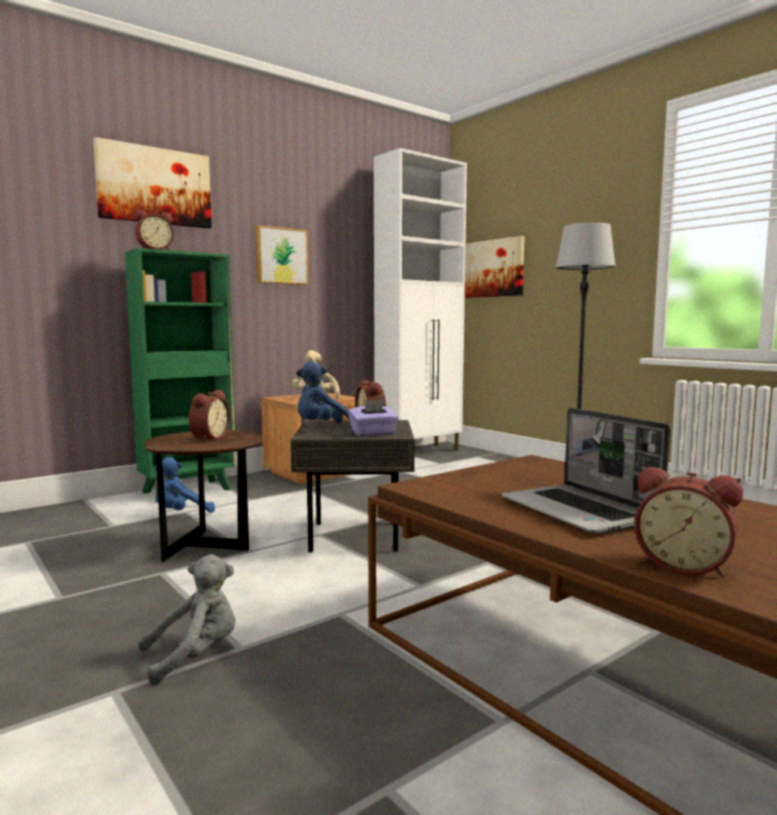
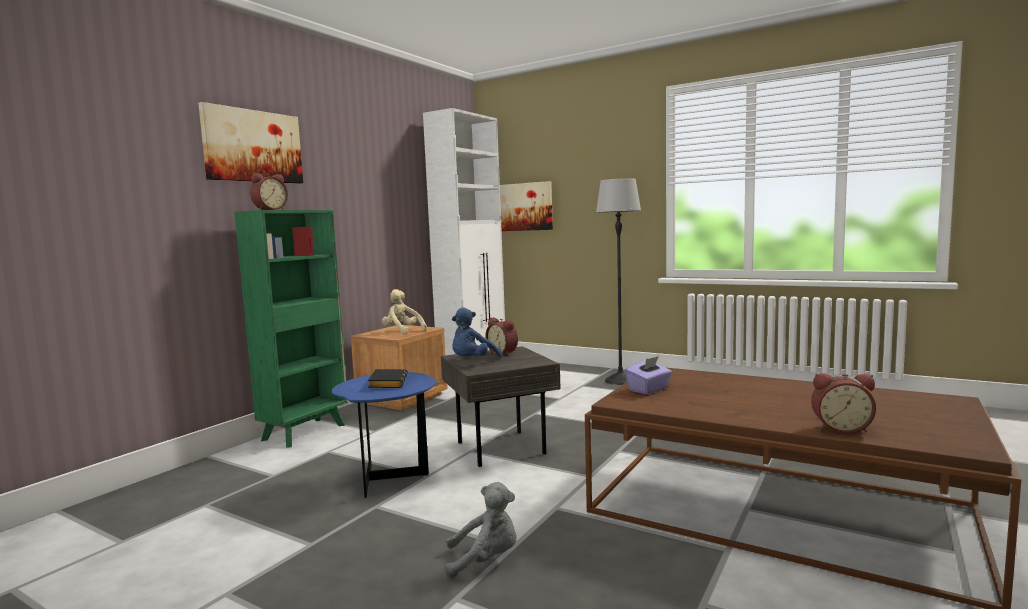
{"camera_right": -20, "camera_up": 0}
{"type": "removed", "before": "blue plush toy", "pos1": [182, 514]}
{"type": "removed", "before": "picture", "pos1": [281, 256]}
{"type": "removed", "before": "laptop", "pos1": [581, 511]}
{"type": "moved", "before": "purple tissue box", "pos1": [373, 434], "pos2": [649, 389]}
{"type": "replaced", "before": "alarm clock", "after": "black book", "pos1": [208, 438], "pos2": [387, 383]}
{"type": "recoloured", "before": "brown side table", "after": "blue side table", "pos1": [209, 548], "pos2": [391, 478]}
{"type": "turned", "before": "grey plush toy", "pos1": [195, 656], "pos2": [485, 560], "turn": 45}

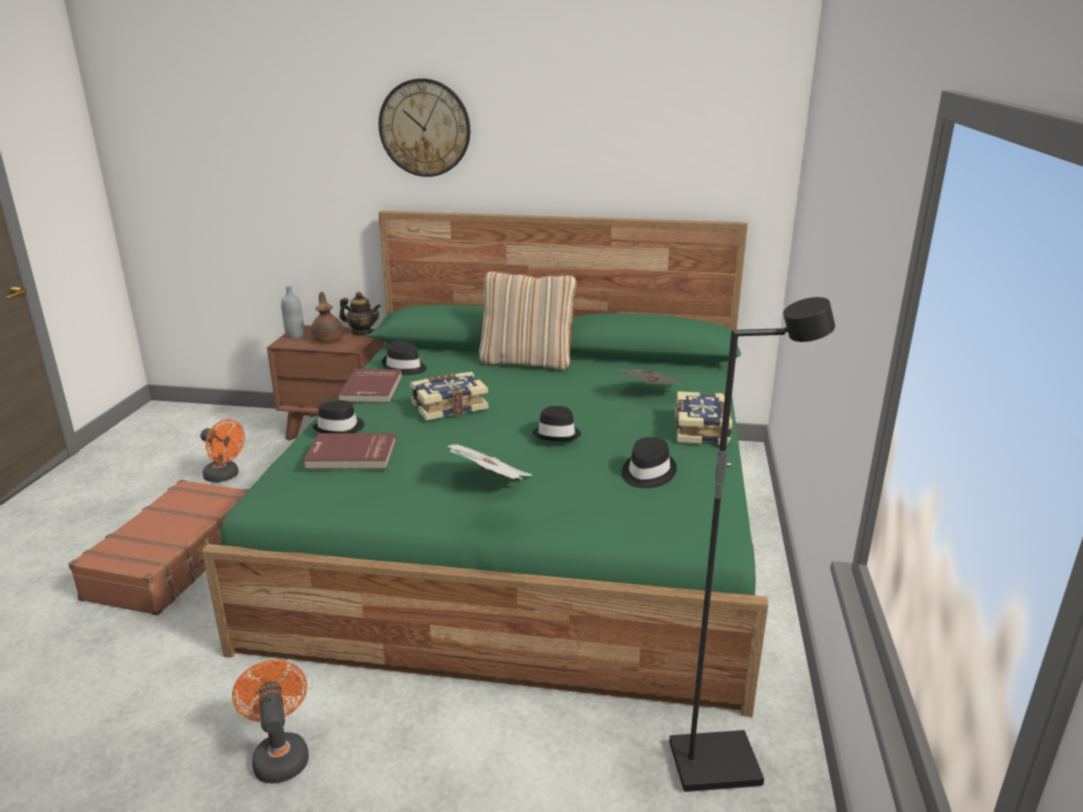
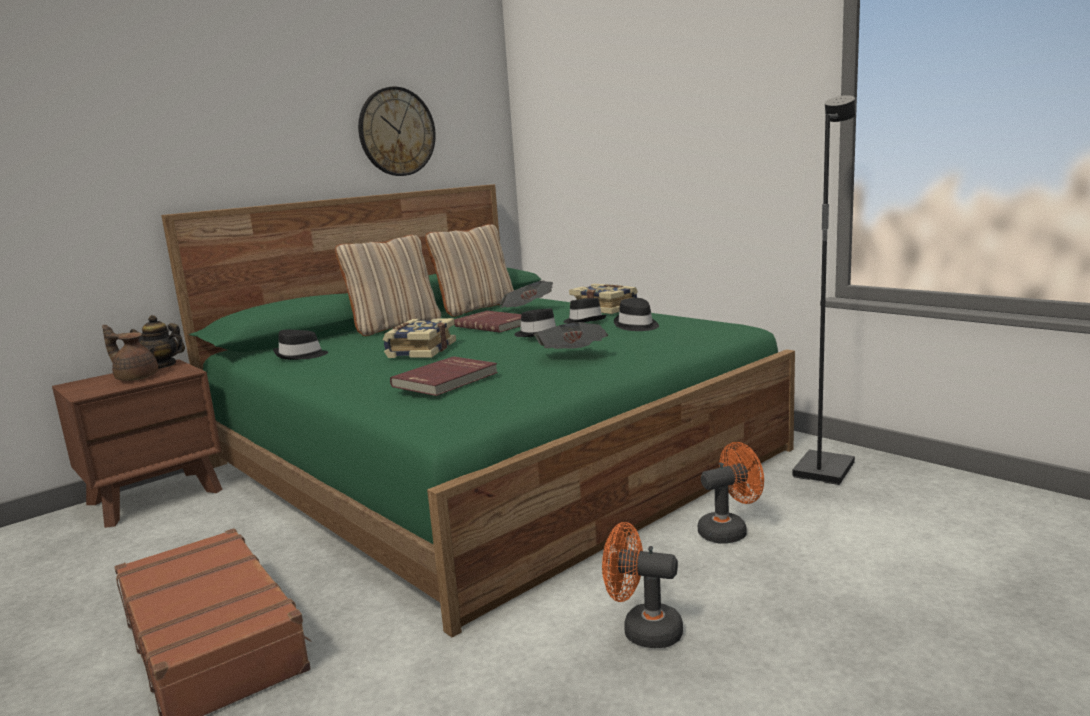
{"camera_right": -50, "camera_up": -10}
{"type": "removed", "before": "grey bottle", "pos1": [295, 335]}
{"type": "added", "after": "beige pillow", "pos2": [476, 308]}
{"type": "moved", "before": "orange fan", "pos1": [225, 476], "pos2": [729, 531]}
{"type": "moved", "before": "black hat", "pos1": [340, 428], "pos2": [584, 321]}
{"type": "moved", "before": "red book", "pos1": [373, 389], "pos2": [494, 324]}
{"type": "moved", "before": "wall clock", "pos1": [425, 128], "pos2": [397, 132]}
{"type": "turned", "before": "teapot", "pos1": [362, 332], "pos2": [162, 365], "turn": -135}

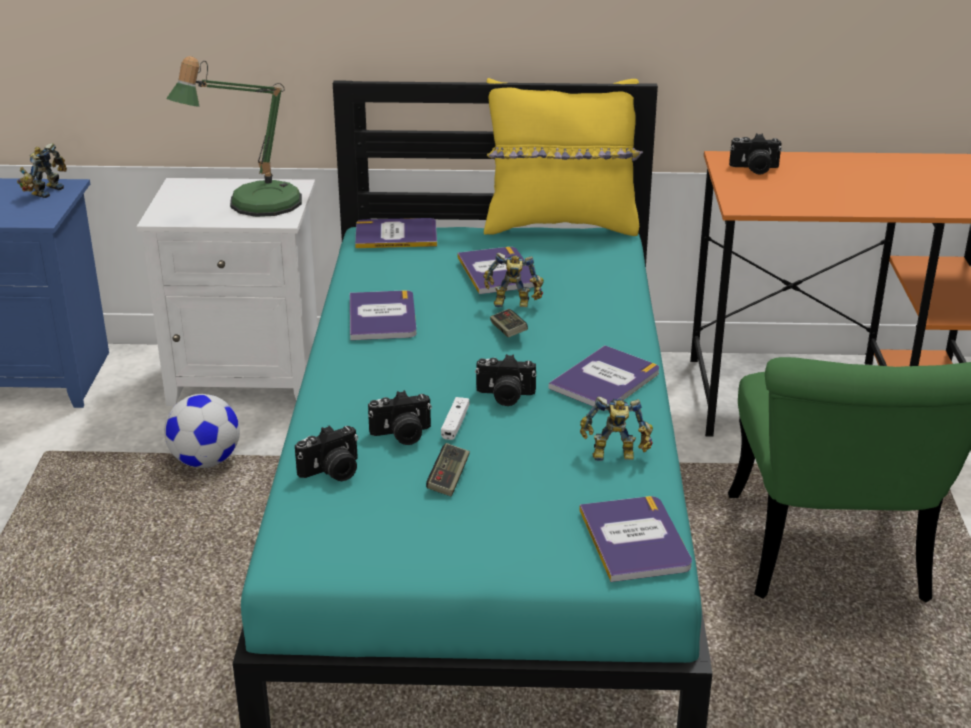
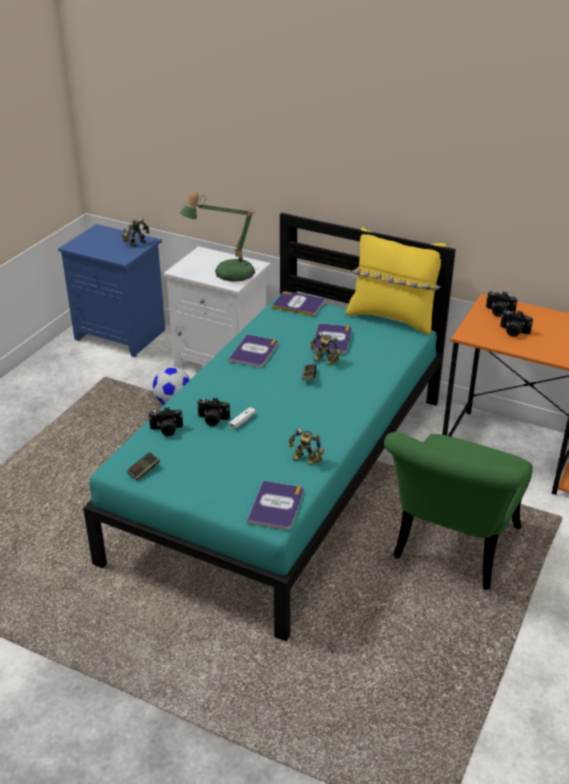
{"camera_right": 25, "camera_up": 5}
{"type": "removed", "before": "book", "pos1": [605, 380]}
{"type": "moved", "before": "game controller", "pos1": [448, 478], "pos2": [144, 471]}
{"type": "moved", "before": "photo camera", "pos1": [505, 396], "pos2": [513, 332]}

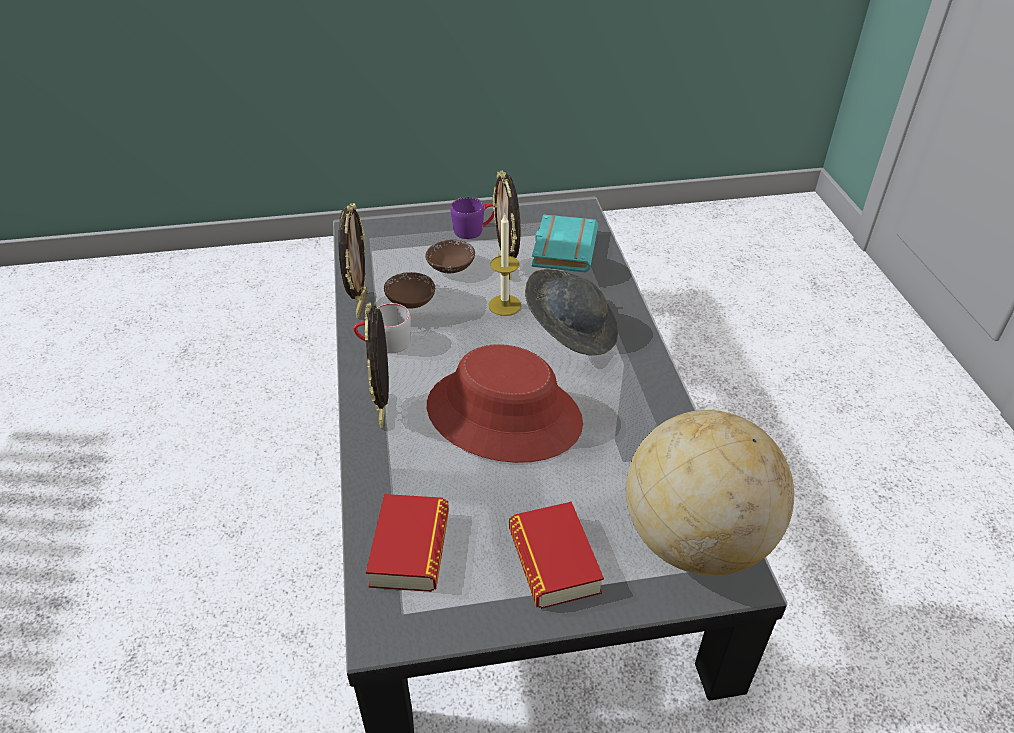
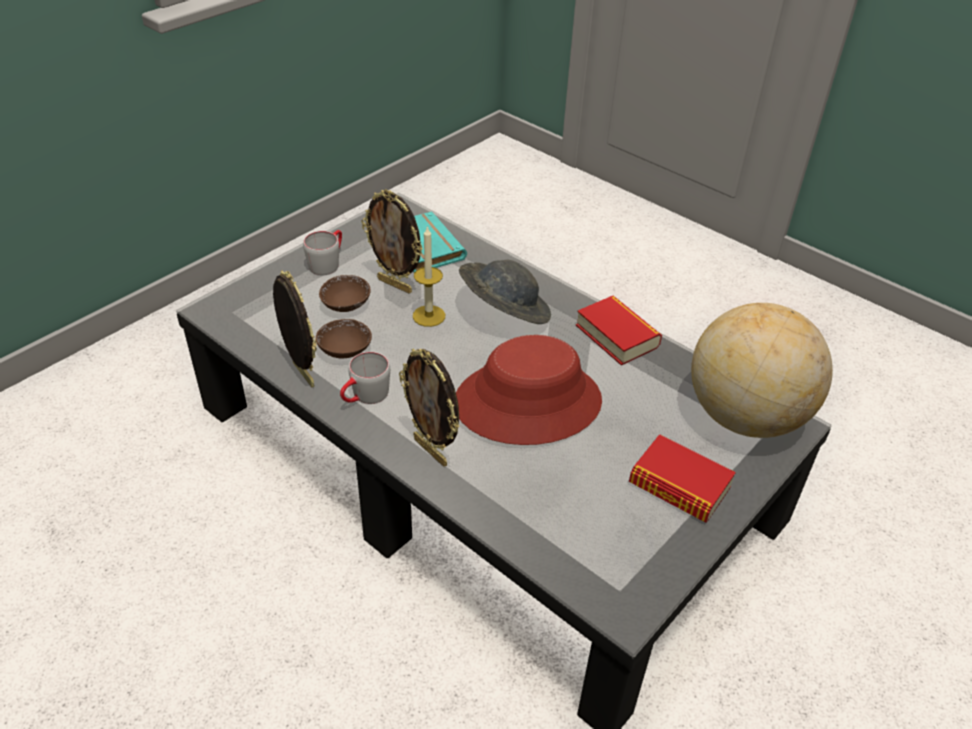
{"camera_right": -40, "camera_up": 0}
{"type": "moved", "before": "book", "pos1": [410, 549], "pos2": [617, 336]}
{"type": "recoloured", "before": "purple mug", "after": "grey mug", "pos1": [474, 229], "pos2": [327, 262]}

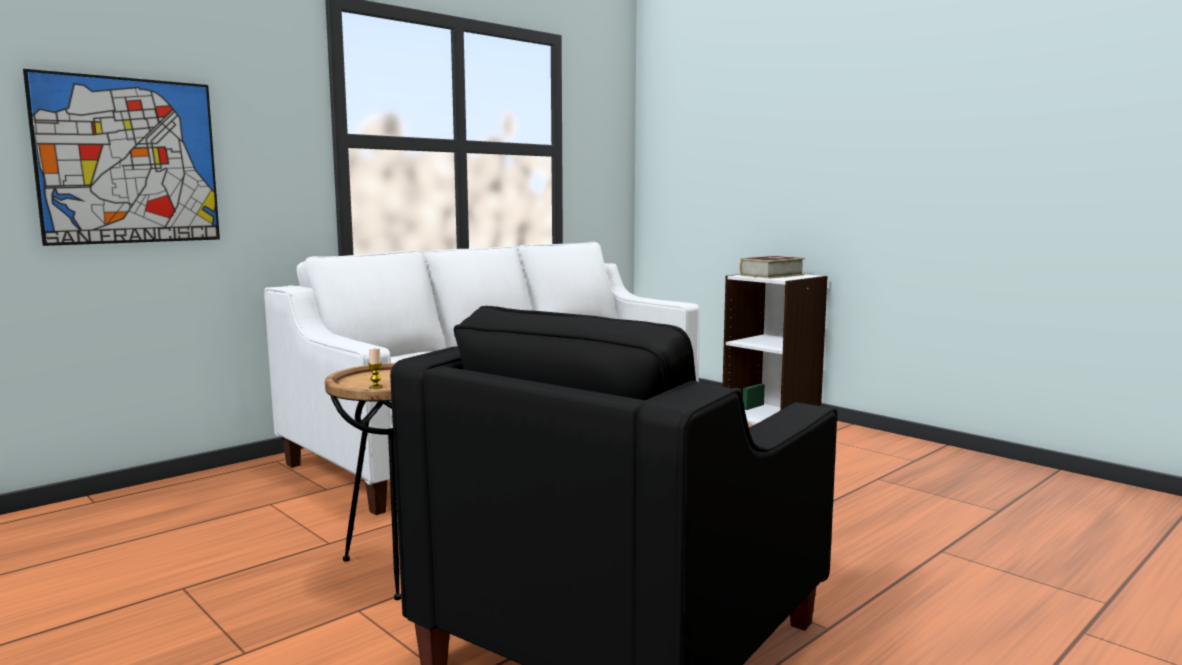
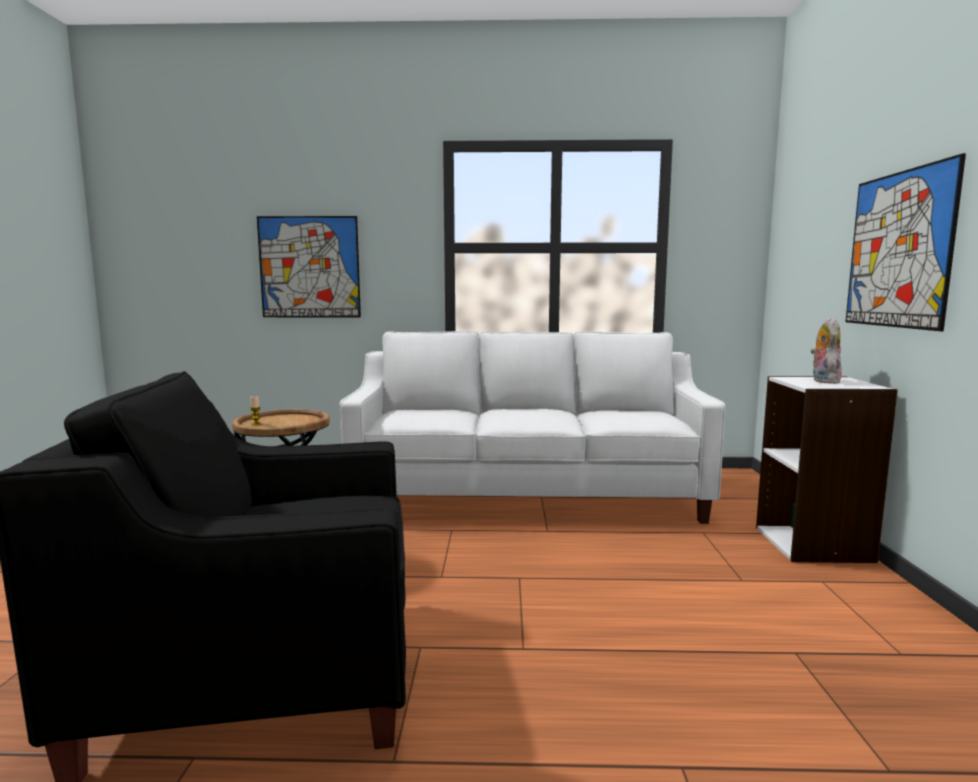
{"camera_right": 45, "camera_up": 0}
{"type": "added", "after": "picture", "pos2": [898, 250]}
{"type": "replaced", "before": "book", "after": "plush toy", "pos1": [771, 275], "pos2": [823, 381]}

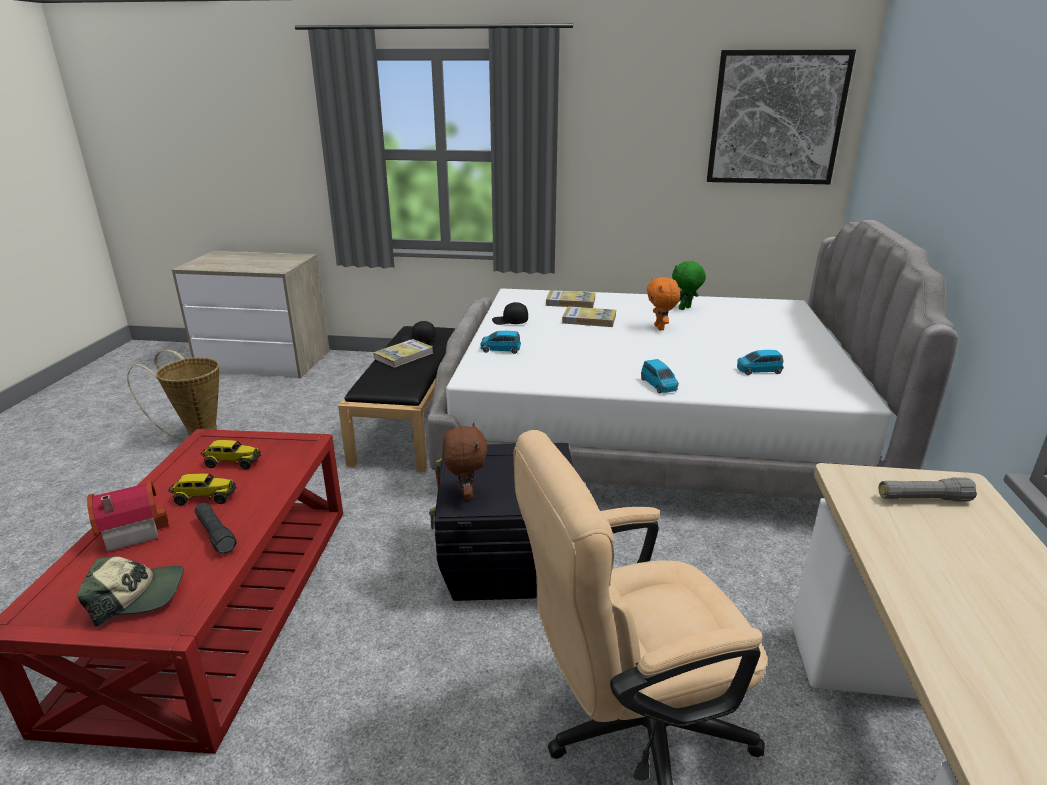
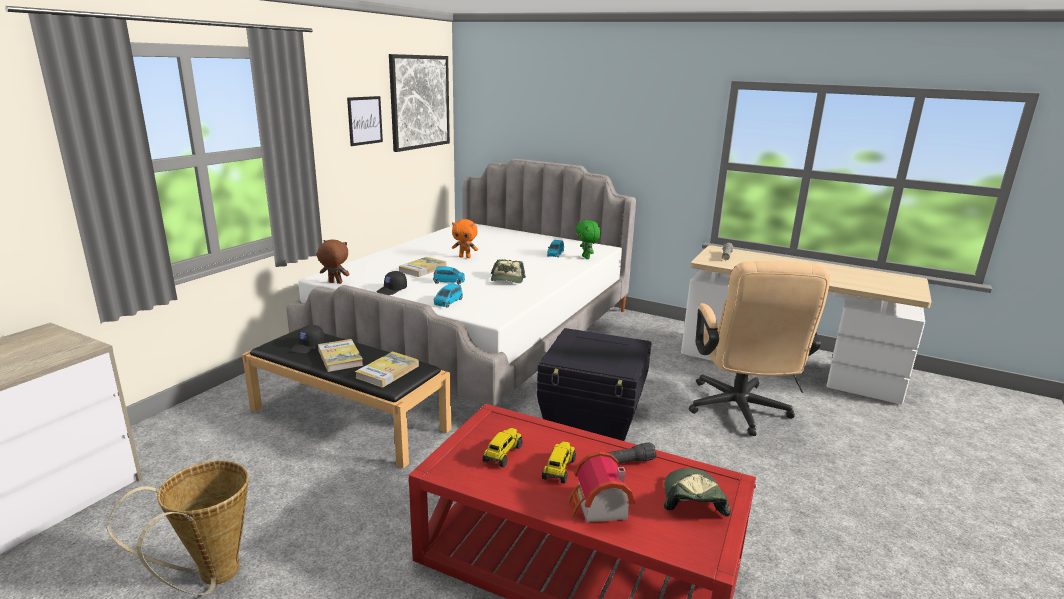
{"camera_right": -70, "camera_up": -5}
{"type": "added", "after": "picture", "pos2": [365, 120]}
{"type": "added", "after": "cap", "pos2": [507, 280]}
{"type": "moved", "before": "brown plush toy", "pos1": [465, 494], "pos2": [335, 283]}
{"type": "moved", "before": "book", "pos1": [570, 302], "pos2": [387, 372]}
{"type": "moved", "before": "blue toy car", "pos1": [658, 385], "pos2": [449, 281]}
{"type": "moved", "before": "green plush toy", "pos1": [685, 308], "pos2": [586, 257]}

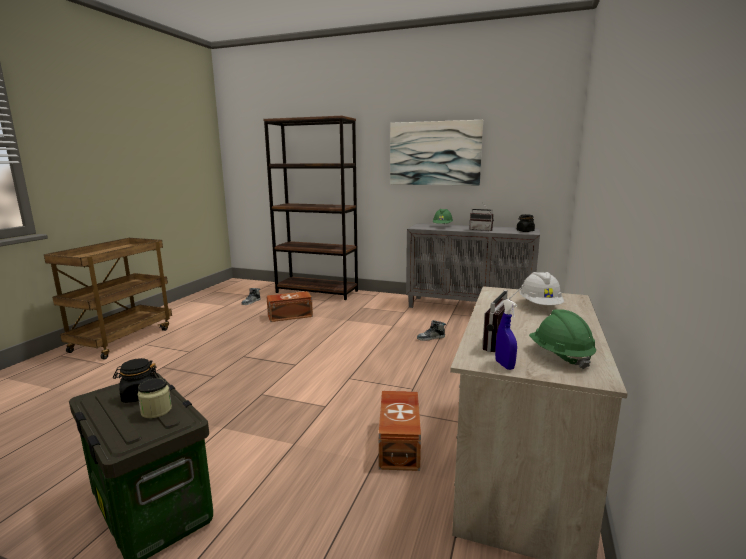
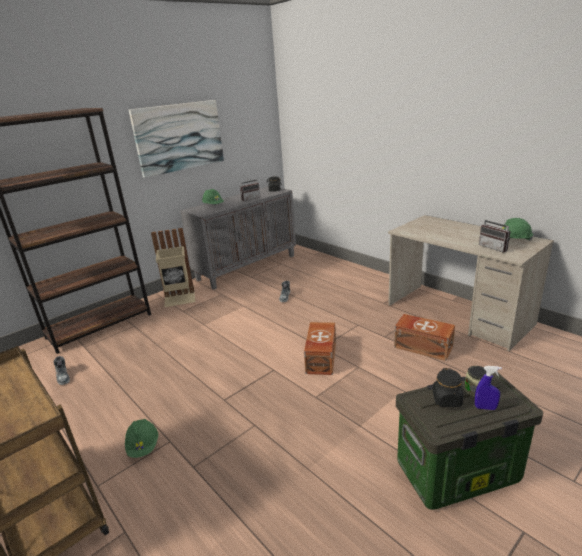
{"camera_right": -60, "camera_up": 10}
{"type": "removed", "before": "white hard hat", "pos1": [540, 306]}
{"type": "added", "after": "green hard hat", "pos2": [143, 446]}
{"type": "added", "after": "beige trash can", "pos2": [180, 299]}
{"type": "moved", "before": "brown storage box", "pos1": [289, 315], "pos2": [320, 358]}
{"type": "moved", "before": "blue spray bottle", "pos1": [504, 365], "pos2": [485, 408]}

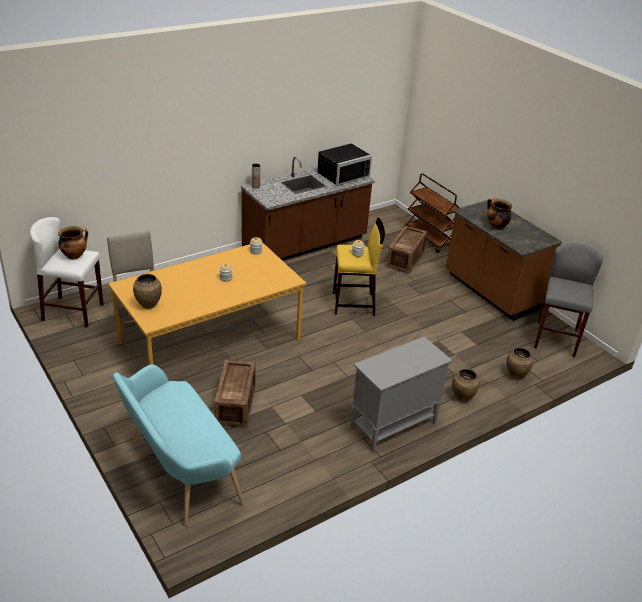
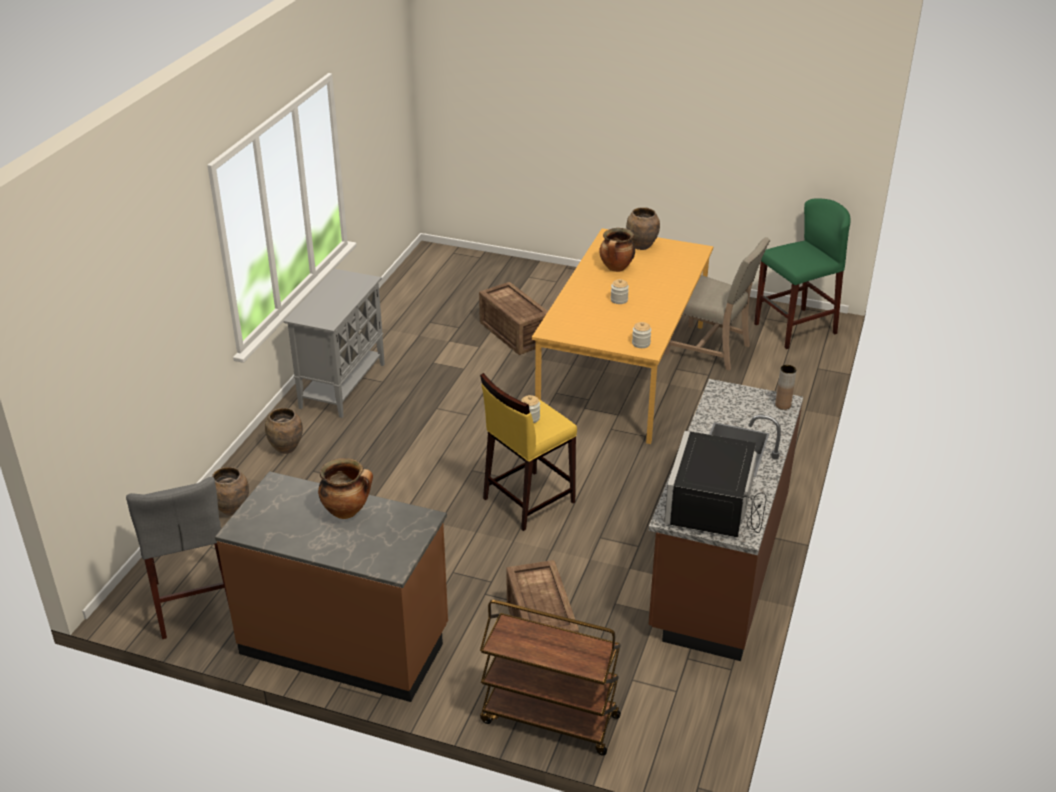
{"camera_right": 145, "camera_up": 0}
{"type": "removed", "before": "turquoise bench", "pos1": [179, 473]}
{"type": "moved", "before": "cooking pot", "pos1": [75, 255], "pos2": [616, 268]}
{"type": "recoloured", "before": "white stool", "after": "green stool", "pos1": [73, 312], "pos2": [794, 328]}

